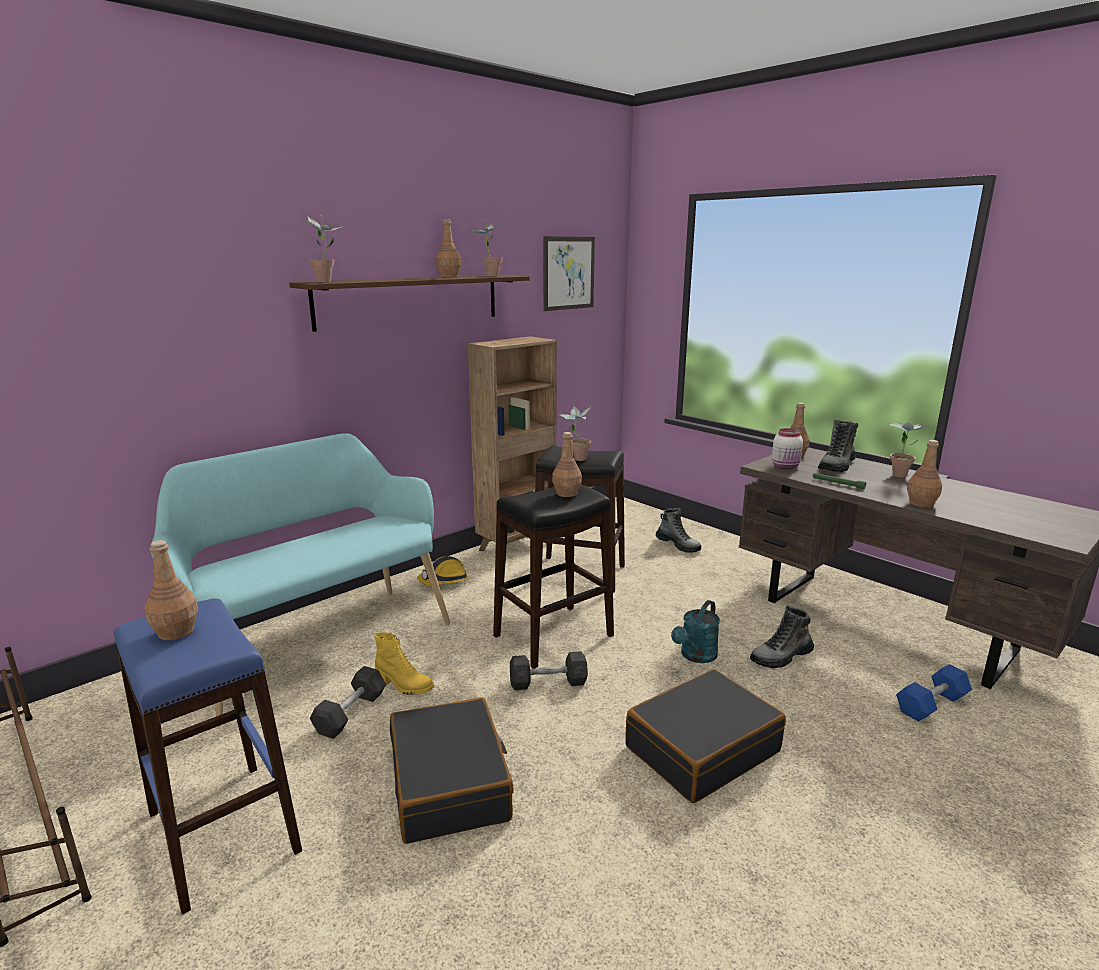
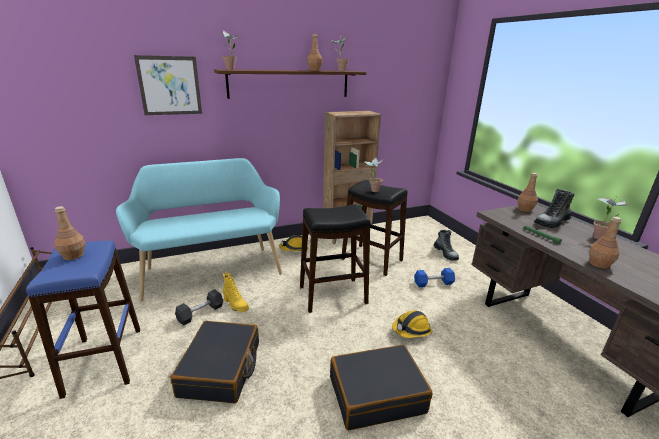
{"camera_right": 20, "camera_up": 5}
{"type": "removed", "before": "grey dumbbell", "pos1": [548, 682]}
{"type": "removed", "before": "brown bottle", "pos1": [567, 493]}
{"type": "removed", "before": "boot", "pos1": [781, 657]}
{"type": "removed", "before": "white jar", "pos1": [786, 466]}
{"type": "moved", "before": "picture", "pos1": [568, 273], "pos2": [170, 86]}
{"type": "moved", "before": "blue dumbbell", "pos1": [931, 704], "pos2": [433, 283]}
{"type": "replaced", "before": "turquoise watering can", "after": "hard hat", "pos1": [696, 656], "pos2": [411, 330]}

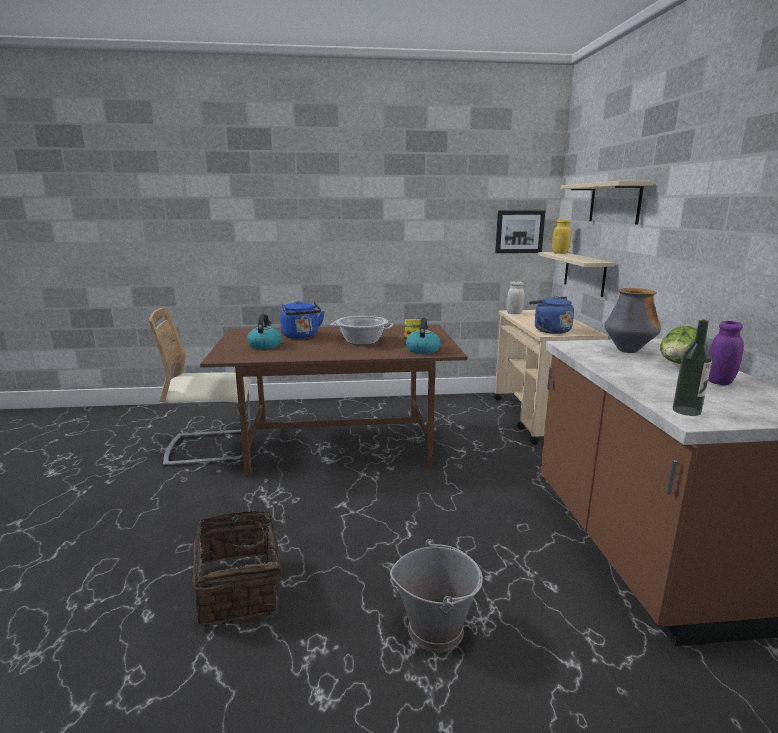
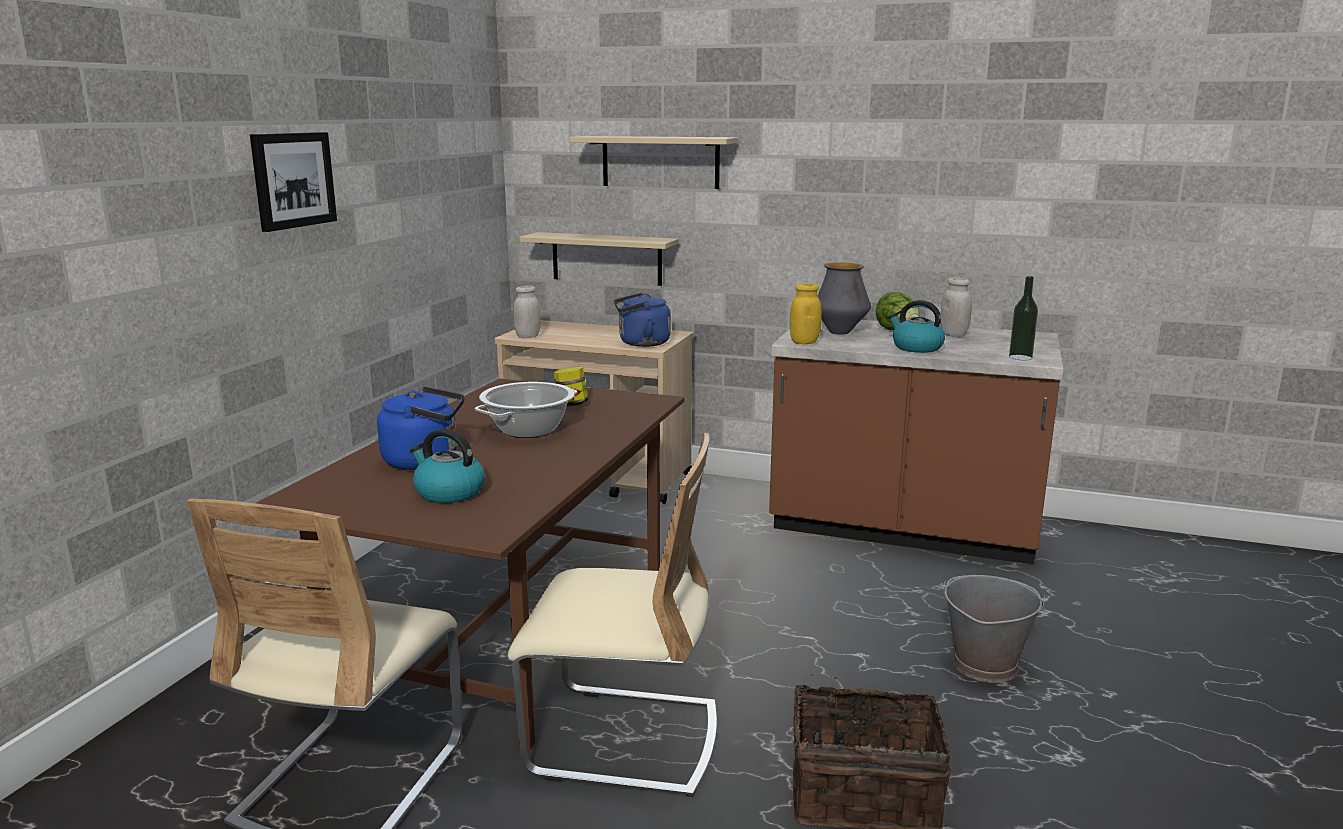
{"camera_right": -65, "camera_up": 0}
{"type": "added", "after": "beige chair", "pos2": [623, 740]}
{"type": "moved", "before": "kettle", "pos1": [422, 350], "pos2": [916, 348]}
{"type": "moved", "before": "picture", "pos1": [519, 231], "pos2": [292, 180]}
{"type": "moved", "before": "yellow jar", "pos1": [560, 253], "pos2": [804, 342]}
{"type": "recoloured", "before": "purple jar", "after": "white jar", "pos1": [719, 382], "pos2": [953, 334]}

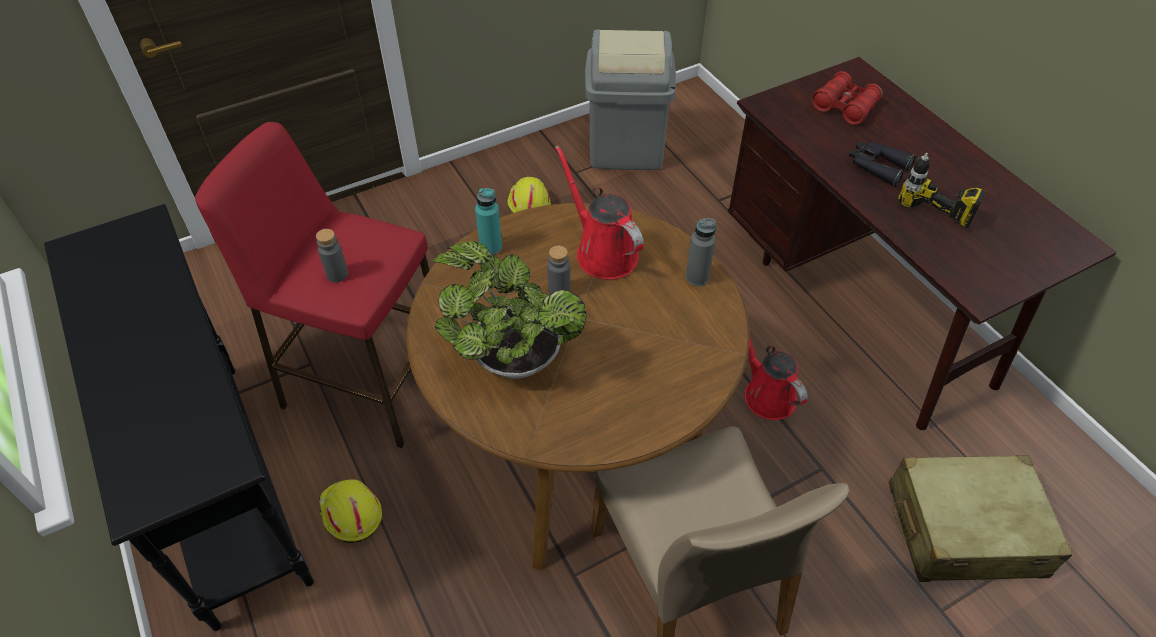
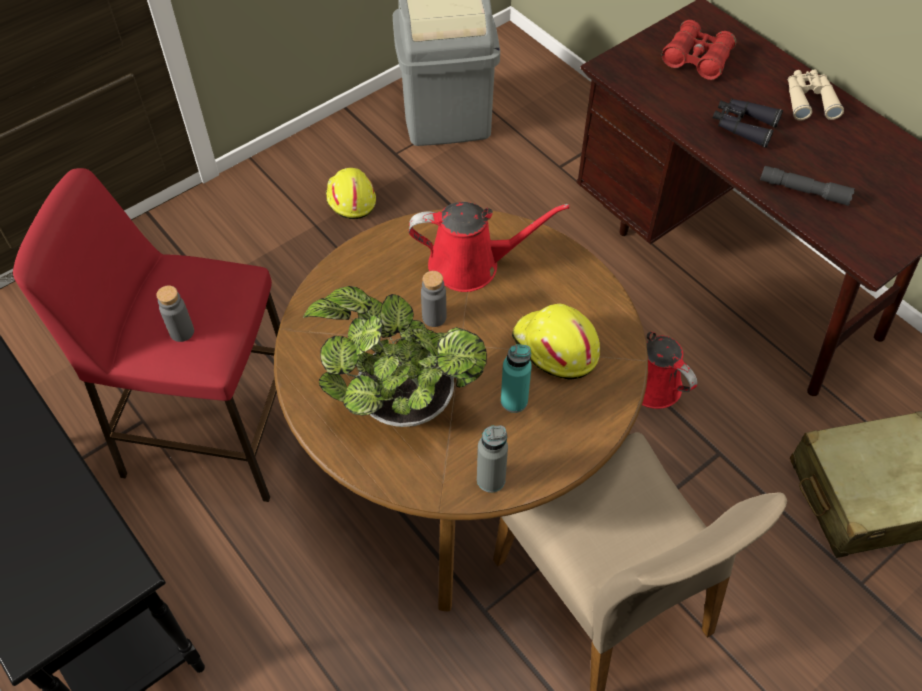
{"camera_right": -10, "camera_up": 5}
{"type": "added", "after": "beige binoculars", "pos2": [809, 100]}
{"type": "moved", "before": "yellow hard hat", "pos1": [350, 513], "pos2": [554, 348]}
{"type": "moved", "before": "turquoise bottle", "pos1": [491, 247], "pos2": [514, 401]}
{"type": "moved", "before": "grey bottle", "pos1": [697, 277], "pos2": [491, 479]}
{"type": "replaced", "before": "power drill", "after": "grey flashlight", "pos1": [924, 228], "pos2": [804, 191]}
{"type": "turned", "before": "red watering can", "pos1": [602, 252], "pos2": [471, 264], "turn": 135}

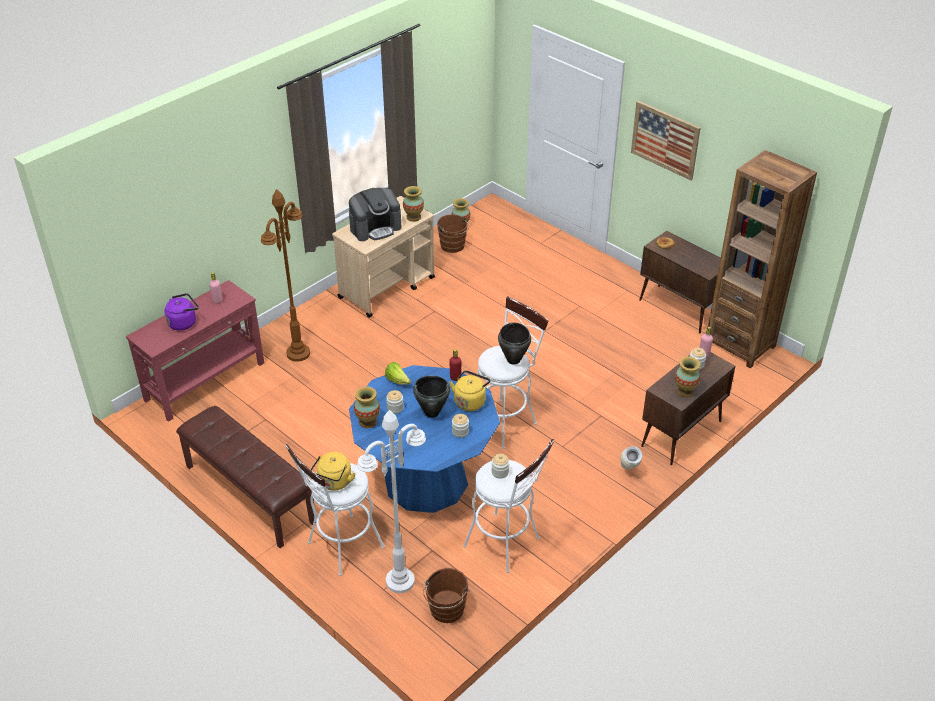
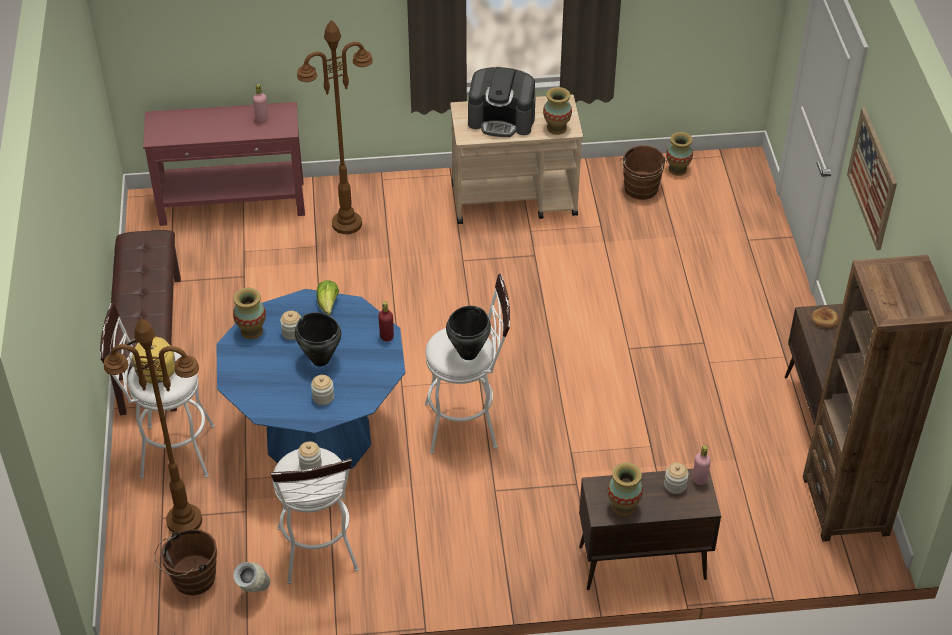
{"camera_right": 40, "camera_up": 5}
{"type": "removed", "before": "purple kettle", "pos1": [184, 322]}
{"type": "removed", "before": "yellow kettle", "pos1": [470, 401]}
{"type": "moved", "before": "vase", "pos1": [628, 472], "pos2": [254, 594]}
{"type": "recoloured", "before": "white floor lamp", "after": "brown floor lamp", "pos1": [400, 581], "pos2": [183, 521]}

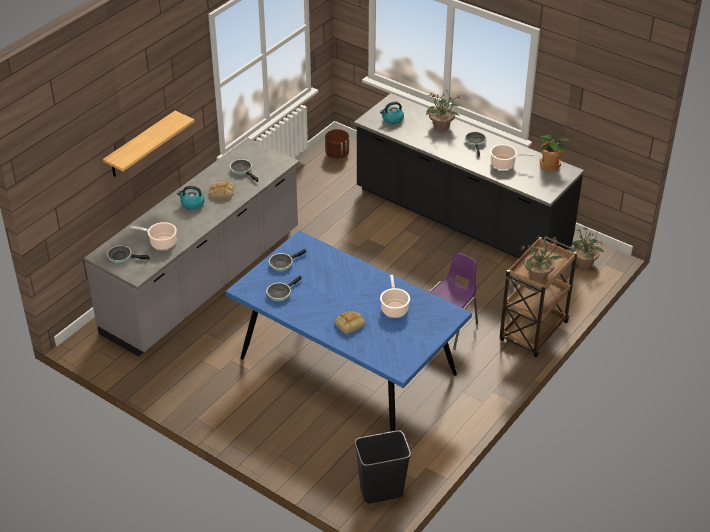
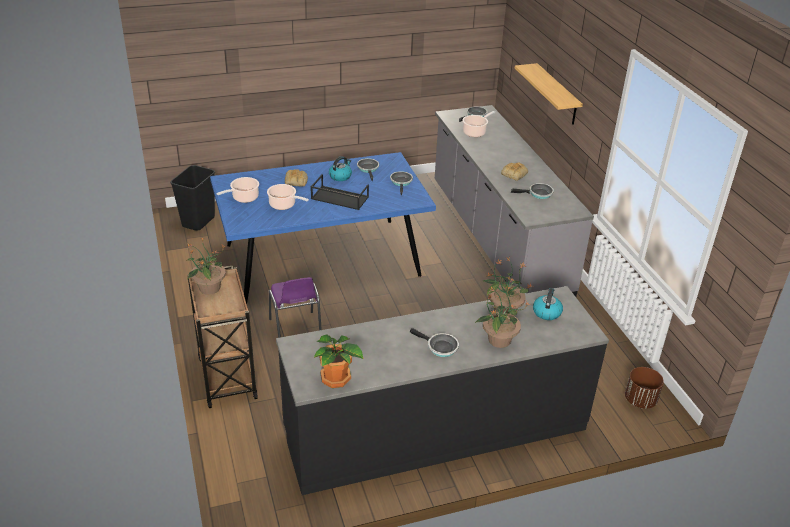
{"camera_right": 125, "camera_up": -5}
{"type": "added", "after": "black tray", "pos2": [339, 198]}
{"type": "moved", "before": "kettle", "pos1": [192, 204], "pos2": [340, 176]}
{"type": "moved", "before": "cooking pot", "pos1": [504, 163], "pos2": [244, 198]}
{"type": "moved", "before": "potted plant", "pos1": [584, 263], "pos2": [504, 311]}

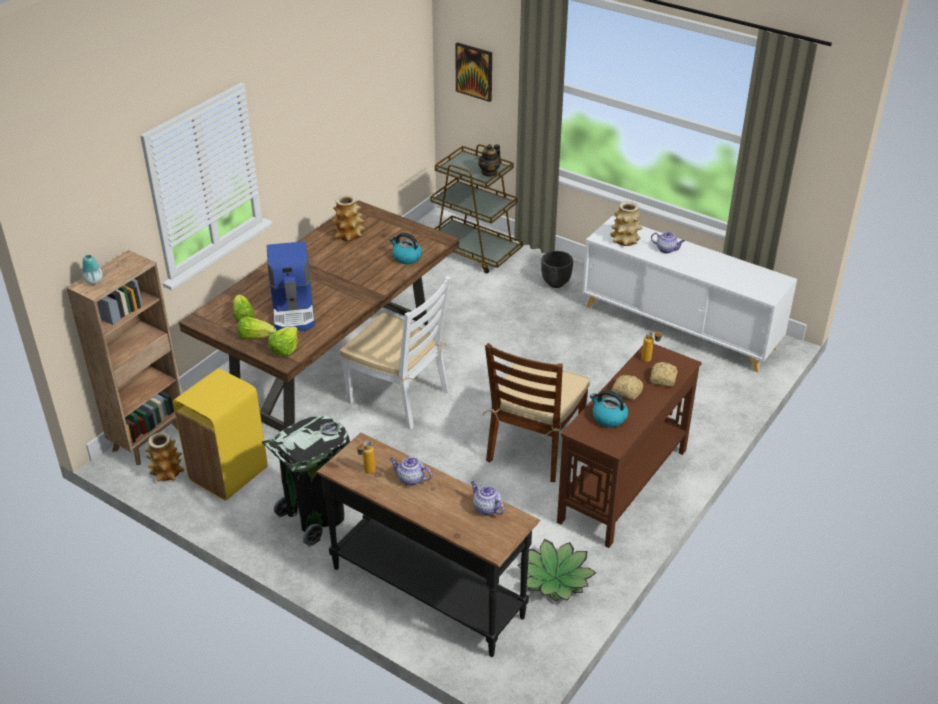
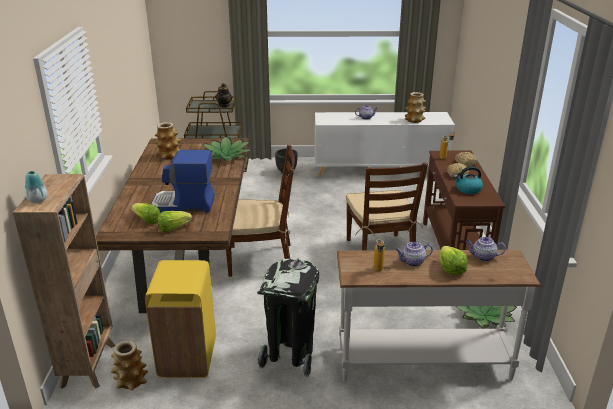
{"camera_right": -35, "camera_up": -10}
{"type": "removed", "before": "picture", "pos1": [474, 71]}
{"type": "moved", "before": "lettuce", "pos1": [284, 349], "pos2": [450, 269]}
{"type": "moved", "before": "vase", "pos1": [625, 240], "pos2": [414, 120]}
{"type": "replaced", "before": "kettle", "after": "potted plant", "pos1": [406, 257], "pos2": [227, 155]}
{"type": "recoloured", "before": "black console table", "after": "white console table", "pos1": [428, 590], "pos2": [423, 362]}
{"type": "recoloured", "before": "white chair", "after": "brown chair", "pos1": [399, 397], "pos2": [261, 259]}
{"type": "turned", "before": "coffee machine", "pos1": [294, 311], "pos2": [184, 204], "turn": 135}

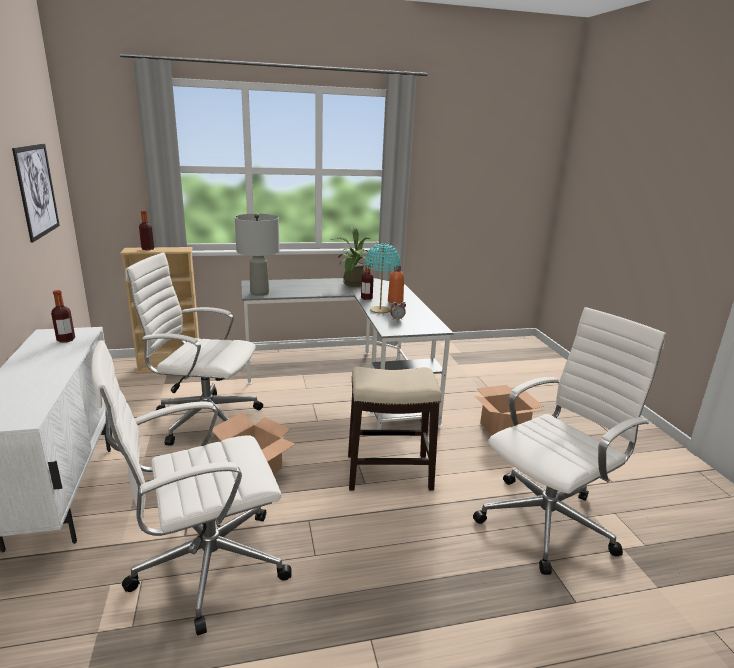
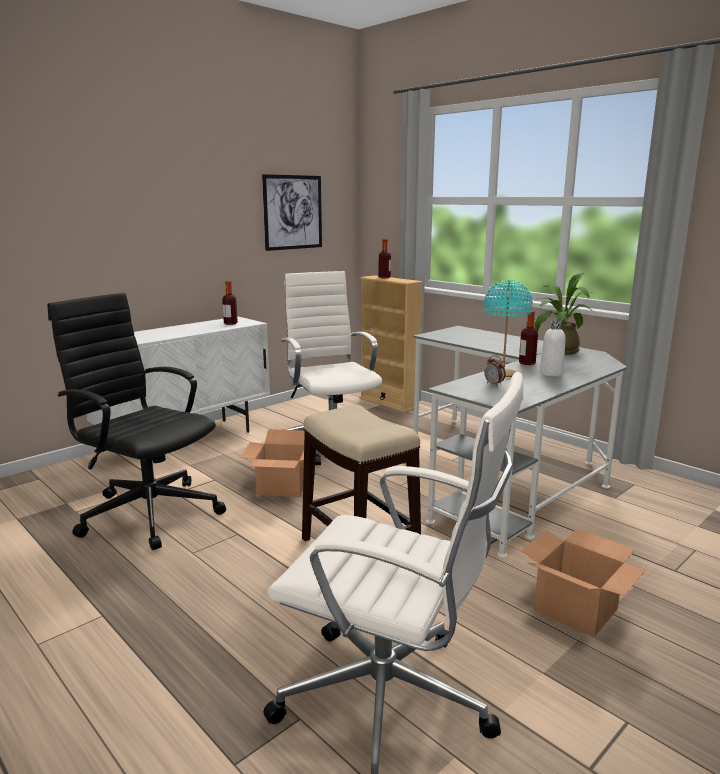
{"camera_right": 60, "camera_up": -5}
{"type": "removed", "before": "grey table lamp", "pos1": [259, 293]}
{"type": "recoloured", "before": "white office chair", "after": "black office chair", "pos1": [205, 565], "pos2": [148, 512]}
{"type": "recoloured", "before": "orange bottle", "after": "white bottle", "pos1": [395, 301], "pos2": [551, 373]}

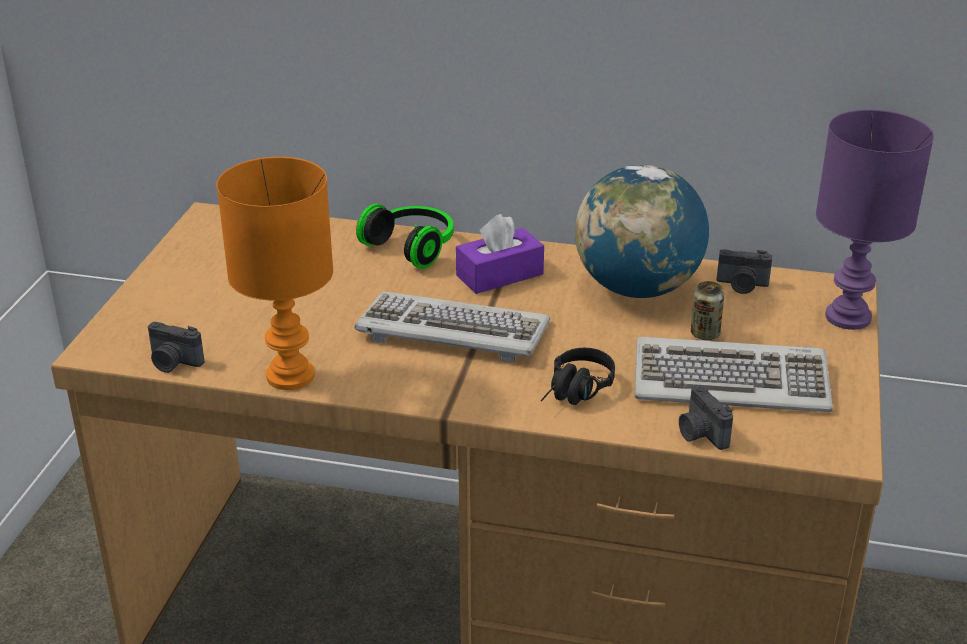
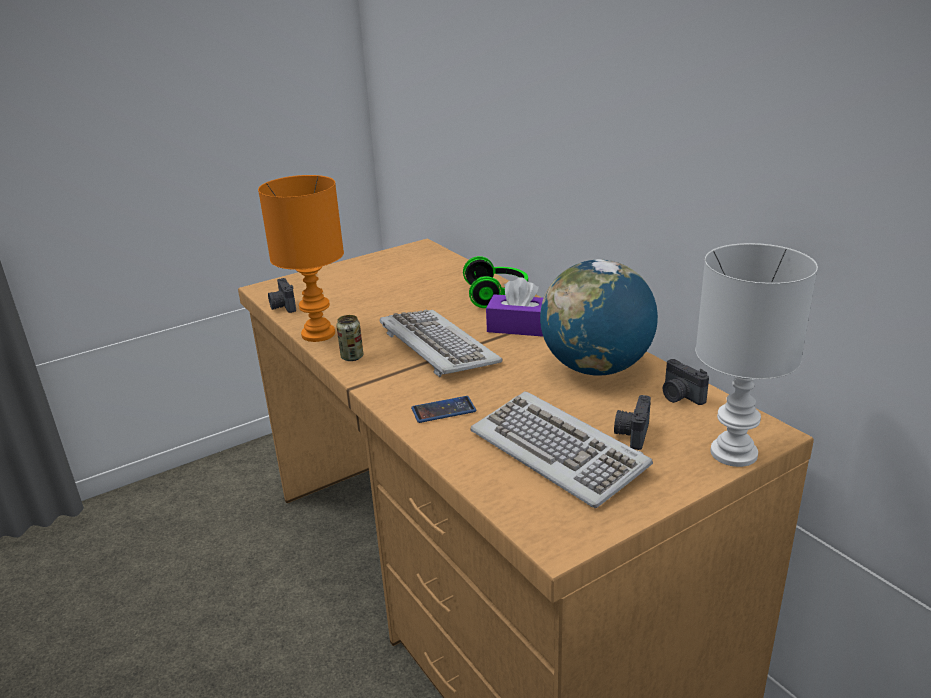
{"camera_right": 45, "camera_up": -5}
{"type": "moved", "before": "photo camera", "pos1": [700, 434], "pos2": [631, 434]}
{"type": "moved", "before": "can", "pos1": [705, 334], "pos2": [352, 357]}
{"type": "replaced", "before": "black headphones", "after": "phone", "pos1": [575, 393], "pos2": [443, 410]}
{"type": "recoloured", "before": "purple table lamp", "after": "white table lamp", "pos1": [848, 316], "pos2": [735, 453]}

